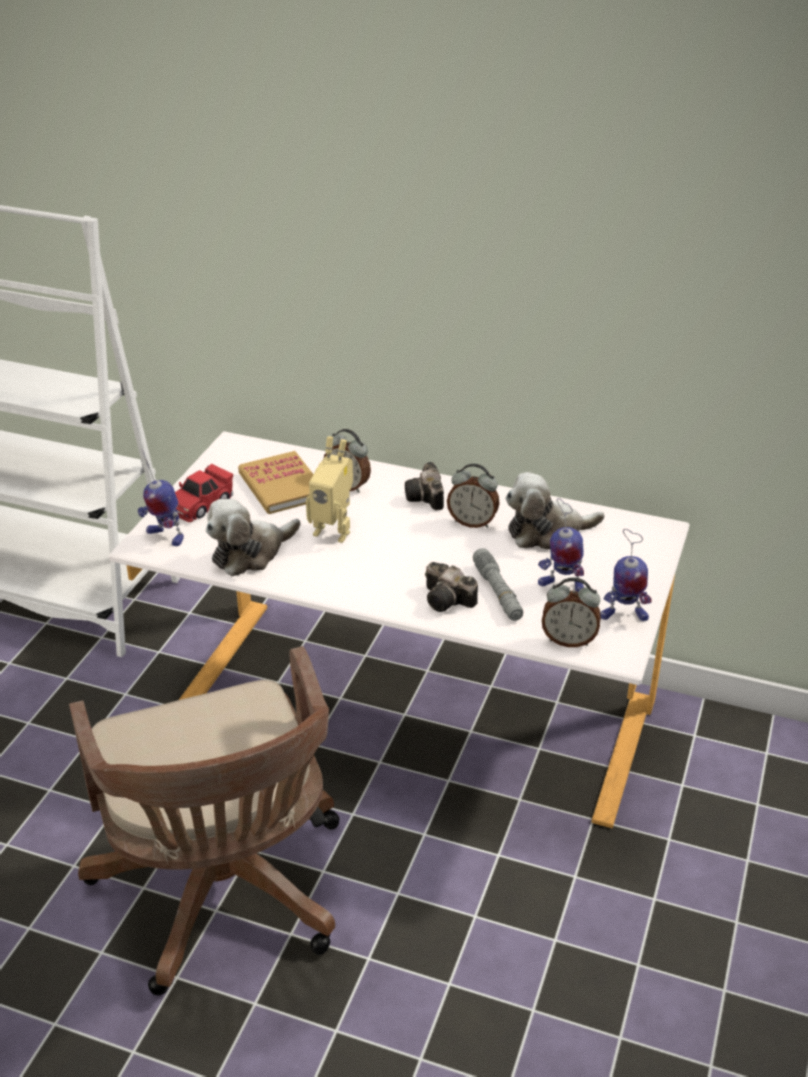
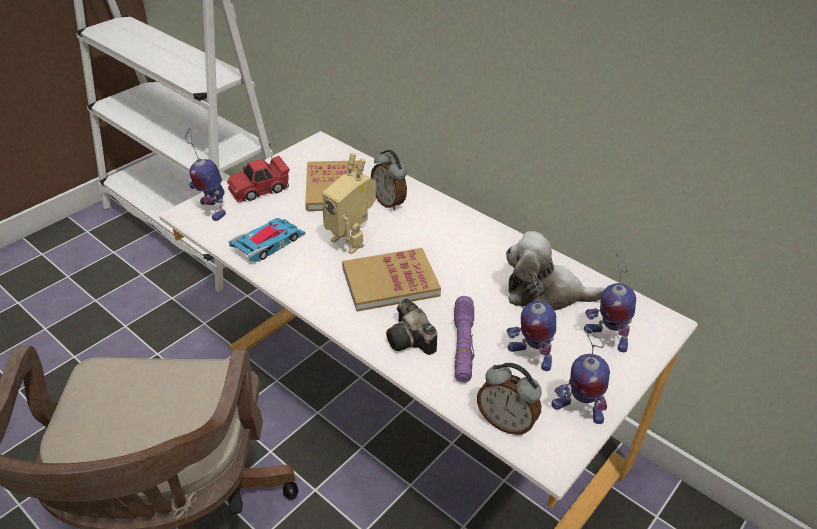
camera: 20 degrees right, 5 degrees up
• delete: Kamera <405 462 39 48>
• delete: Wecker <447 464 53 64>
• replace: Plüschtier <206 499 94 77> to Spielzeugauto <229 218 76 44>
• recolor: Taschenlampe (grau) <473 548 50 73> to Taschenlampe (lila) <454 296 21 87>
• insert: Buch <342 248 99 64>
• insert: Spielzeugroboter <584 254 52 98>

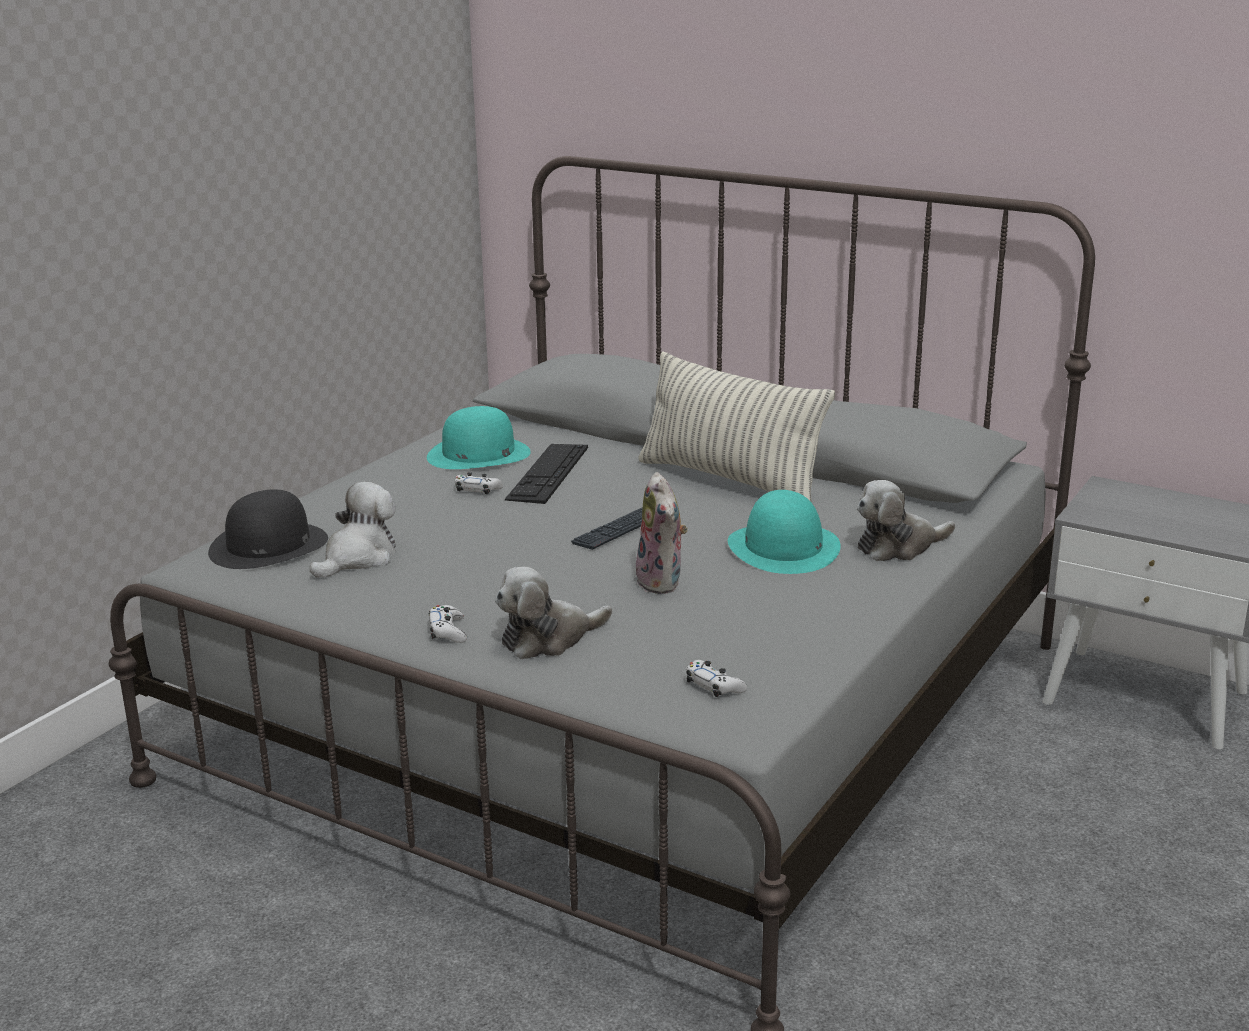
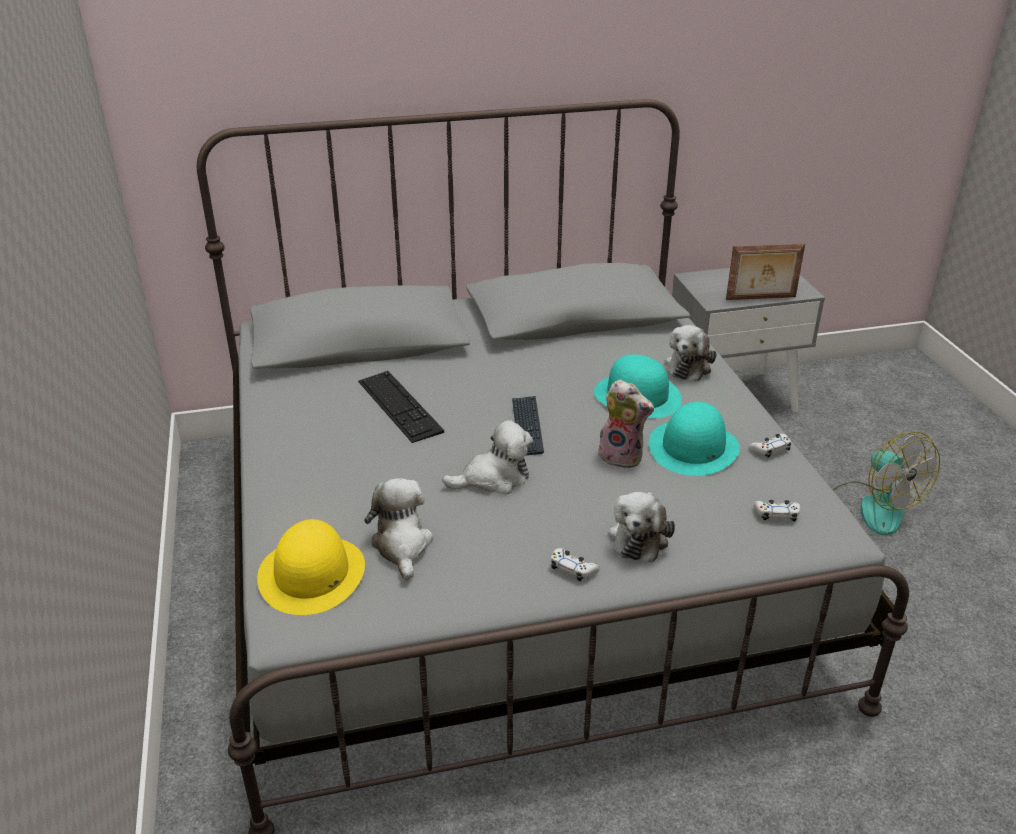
camera: 45 degrees left, 10 degrees up
• delete: Kissen <638 351 197 152>
• move: Hut (türkis) <427 406 104 63> to <649 402 91 74>
• move: Gamepad (weiß) <455 472 48 22> to <748 434 43 24>
• recolor: Hut (schwarz) <208 489 120 80> to Hut (gelb) <257 519 108 96>
• insert: Bilderrahmen <726 243 79 57>
• insert: Plüschtier <442 419 91 76>
• insert: Ventilator <833 432 107 104>

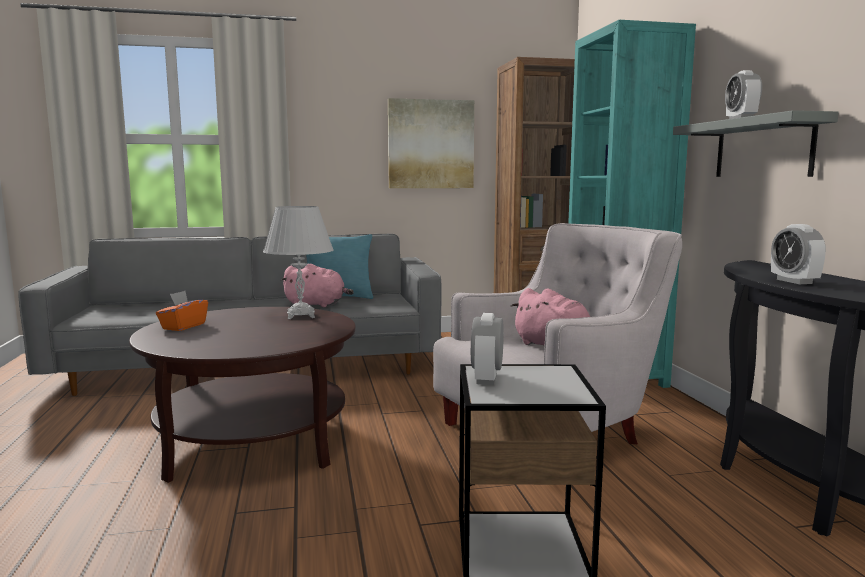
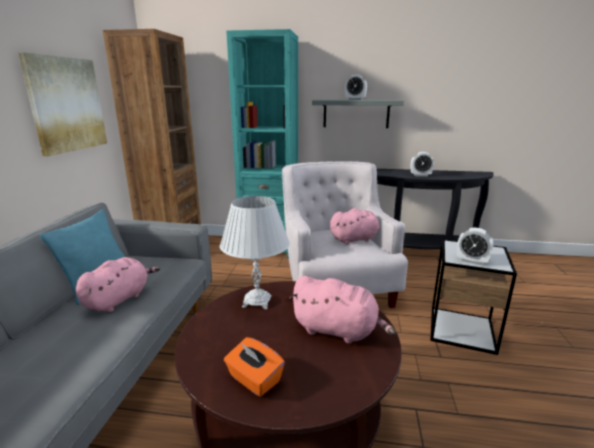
camera: 70 degrees left, 10 degrees up
• insert: Plüschtier (rosa) <290 276 106 68>

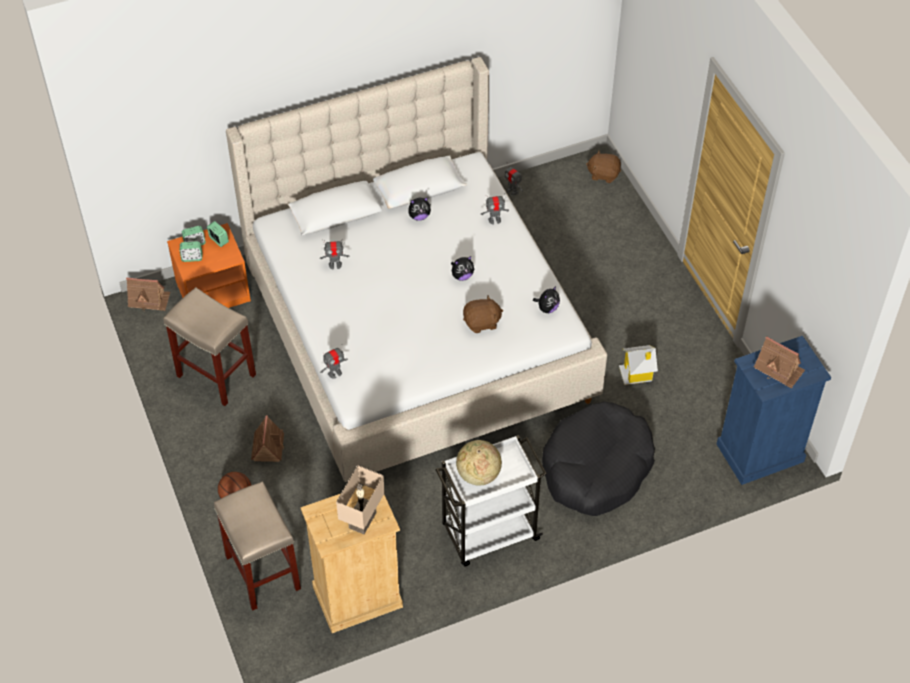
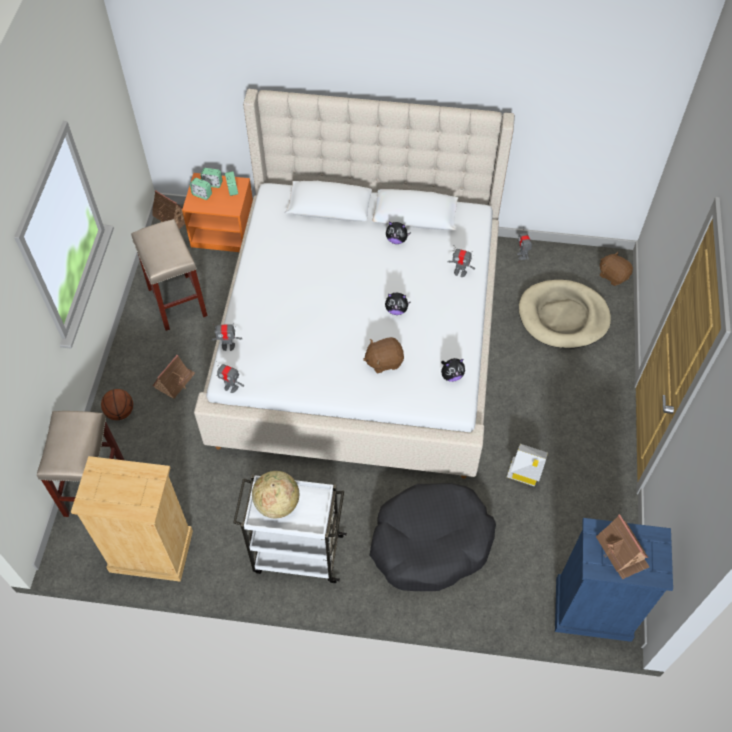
camera: 30 degrees right, 5 degrees up
• move: Spielzeugroboter <320 239 29 30> to <216 361 28 32>
• rotate: Plüschtier (braun) <463 295 40 38> = <363 337 41 36> 150 degrees clockwise
• delete: Tischlampe (beige) <336 465 49 69>
• insert: Hundebett (beige) <519 280 92 69>

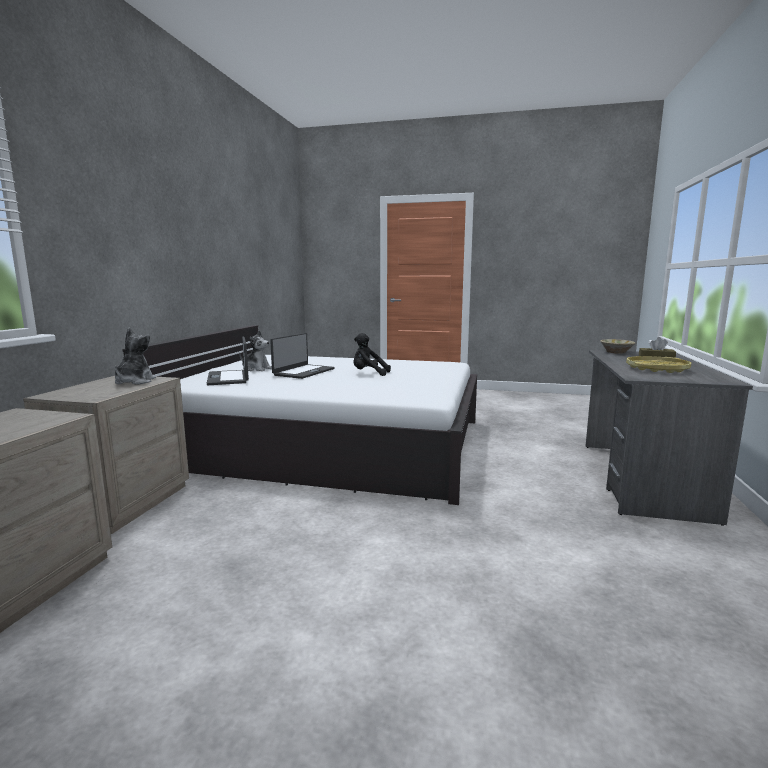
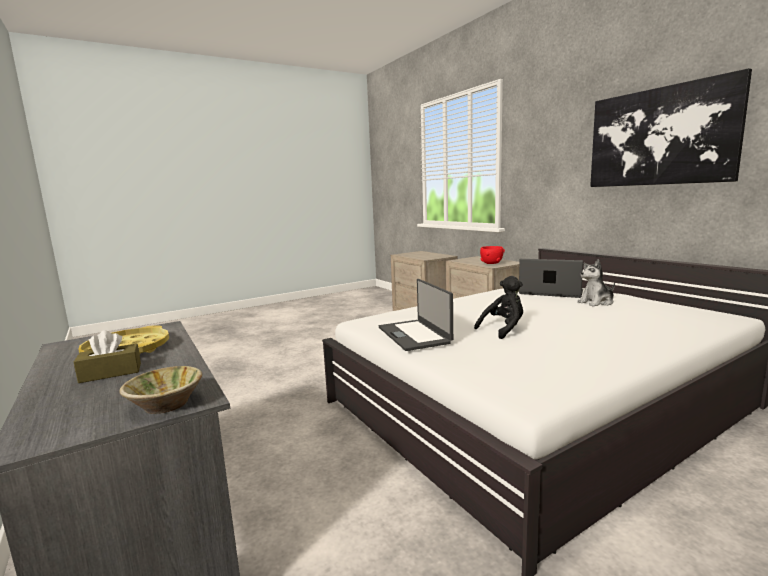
camera: 135 degrees right, 0 degrees up
• replace: Plüschtier <115 328 41 57> to Schüssel (rot) <480 246 25 18>
• move: Laptop <270 333 65 46> to <379 279 74 72>
• insert: Bild <590 68 162 119>

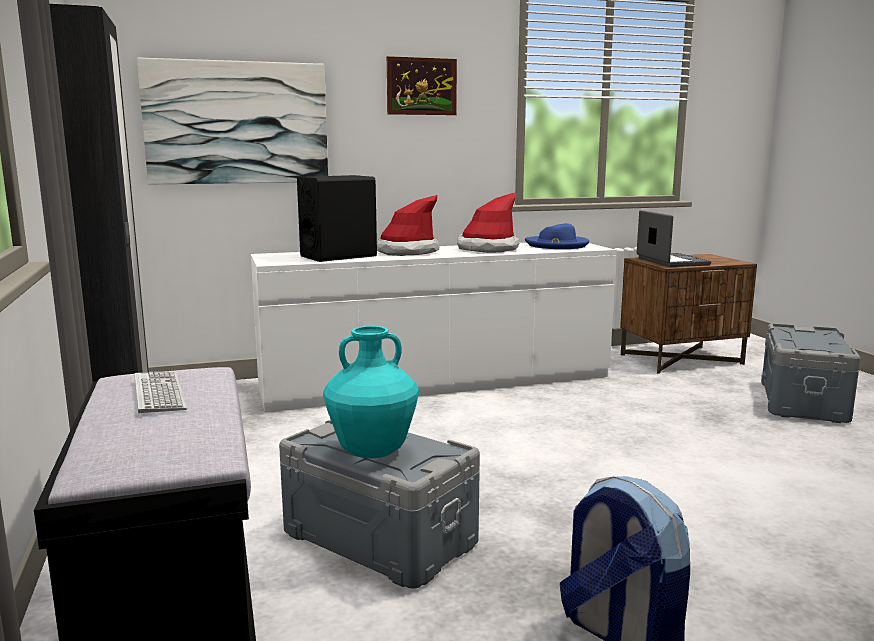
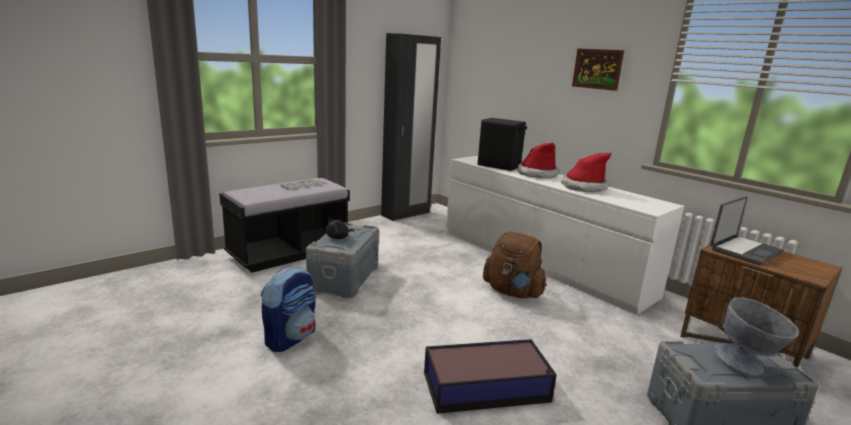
camera: 65 degrees right, 5 degrees up
• delete: Bild <137 57 191 128>
• delete: Hut (blau) <525 223 64 26>
• replace: Vase (türkis) <323 326 96 132> to Plüschtier (schwarz) <325 218 29 21>
• insert: Rucksack (braun) <483 232 64 66>
• insert: Schüssel (grau) <714 297 85 79>
• insert: Aufbewahrungsbox <424 339 133 75>

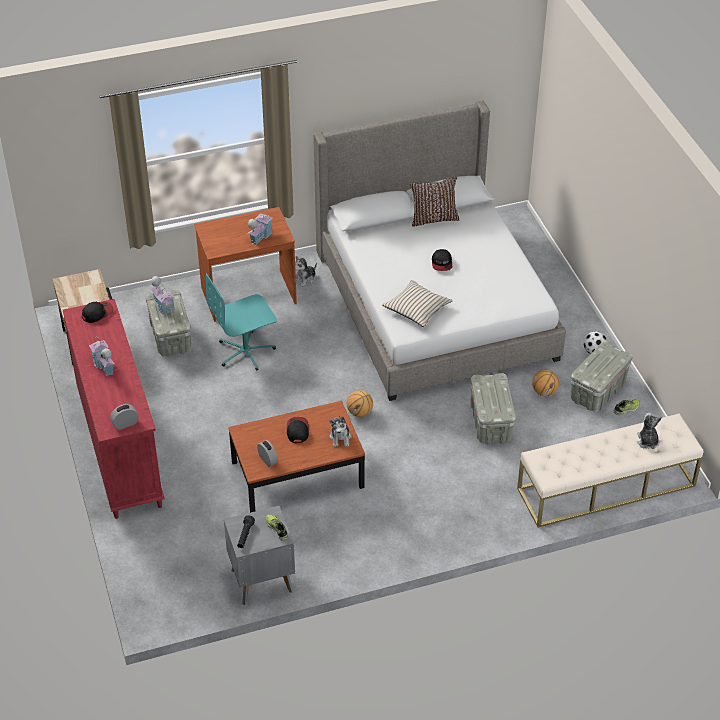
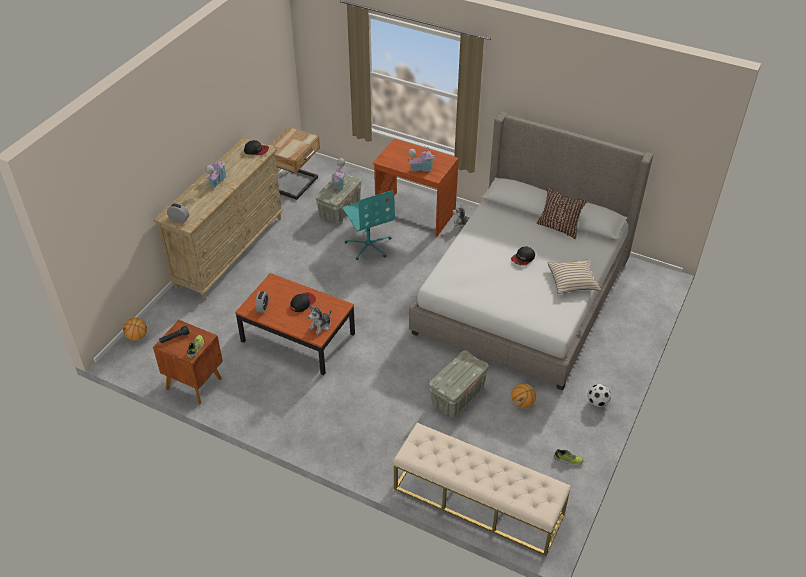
camera: 45 degrees right, 0 degrees up
• rotate: Bürostuhl (türkis) <206 273 71 98> = <343 190 52 70> 135 degrees counterclockwise
• move: Kissen (beige) <382 280 70 47> to <547 259 54 35>
• recolor: Kommode (rot) <63 299 102 220> to Kommode (beige) <154 138 129 162>
• delete: Aufbewahrungsbox (grau) <571 342 61 70>
• move: Basketball <347 390 26 27> to <123 318 24 23>
• delete: Plüschtier <637 413 25 36>
• recolor: Nachttisch (grau) <224 506 71 99> to Nachttisch (braun) <153 320 70 84>

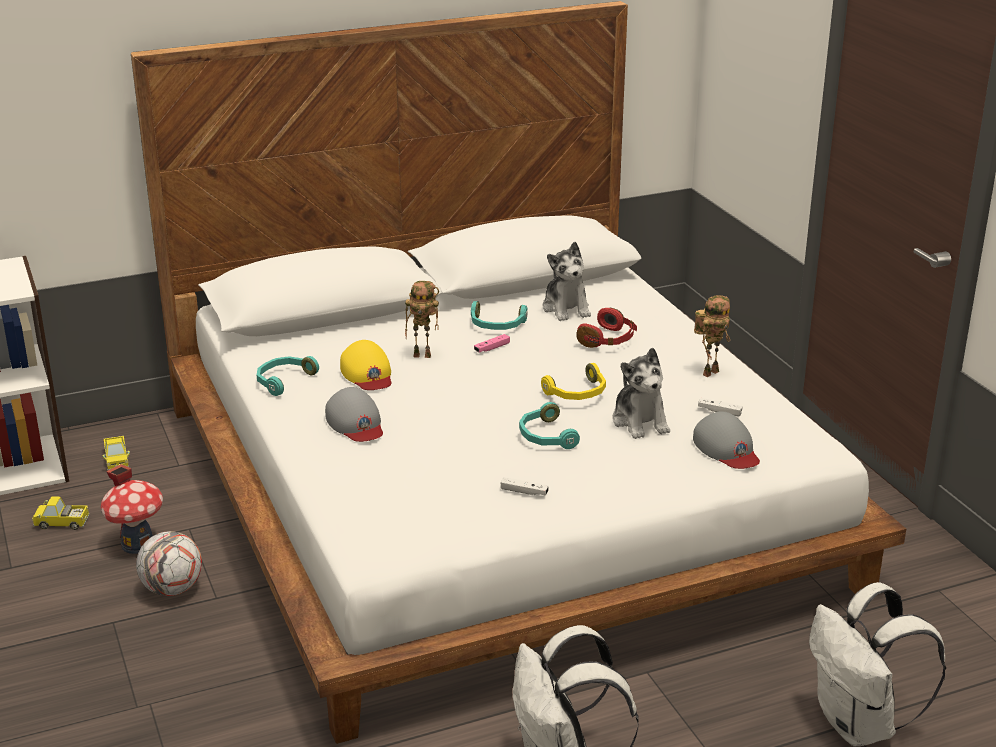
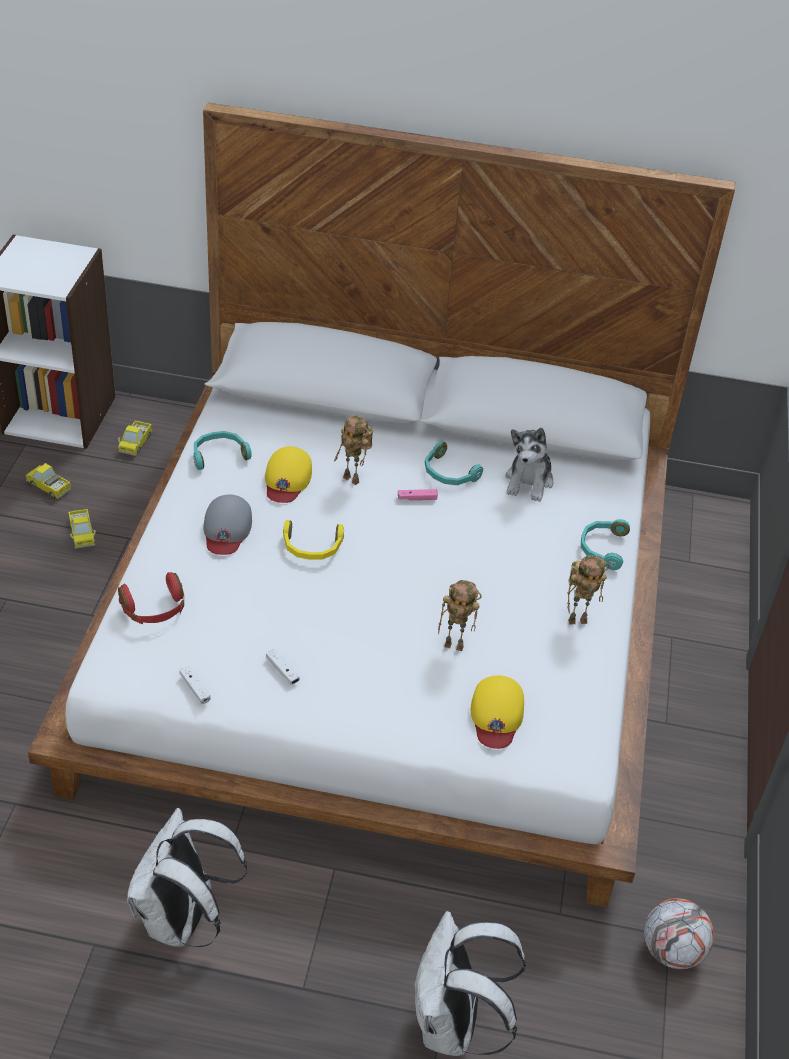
camera: 30 degrees right, 15 degrees up
• move: Kopfhörer (rot) <576 308 61 40> to <118 572 66 52>
• replace: Plüschtier <612 348 58 91> to Spielzeugroboter <438 580 44 71>
• move: Kopfhörer (gelb) <541 363 65 37> to <283 520 61 40>
• move: Gamepad (weiß) <698 398 45 18> to <179 666 31 38>
• move: Kopfhörer (türkis) <519 402 61 47> to <581 519 49 51>
• recolor: Kappe (grau) <693 411 67 58> to Kappe (gelb) <471 675 53 74>
• replace: Spielzeughaus <101 464 62 90> to Spielzeuglaster <68 509 28 40>
• move: Fußball <136 531 66 65> to <644 898 70 71>

